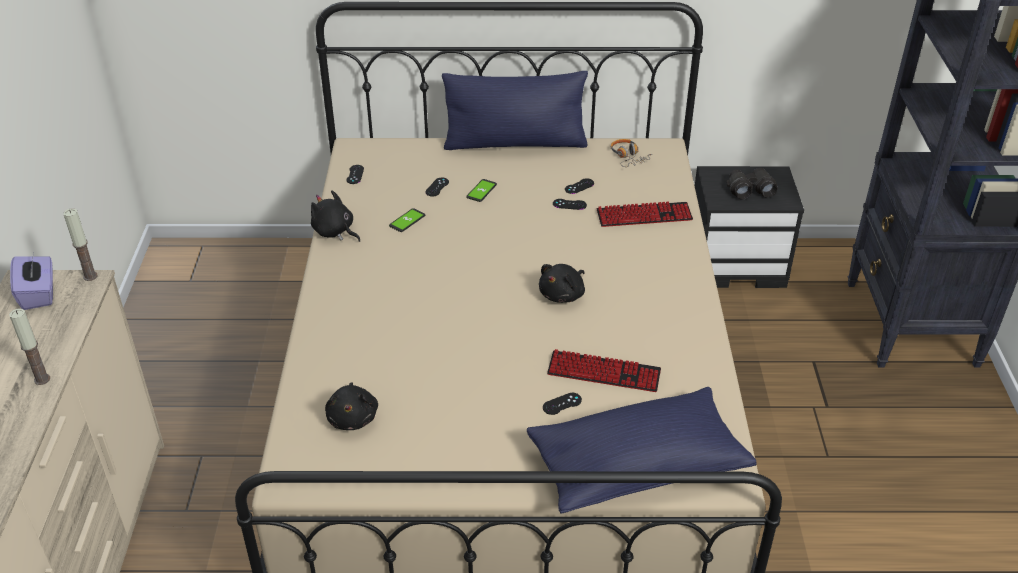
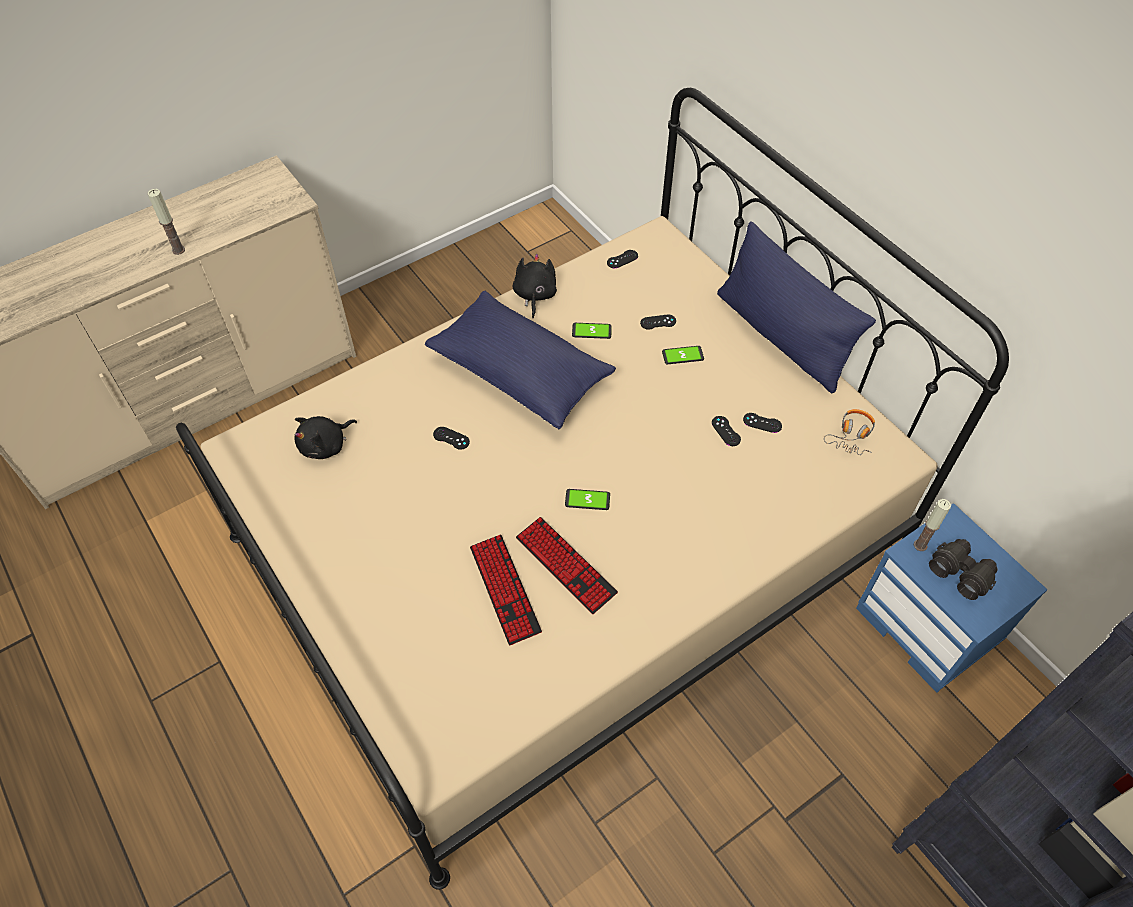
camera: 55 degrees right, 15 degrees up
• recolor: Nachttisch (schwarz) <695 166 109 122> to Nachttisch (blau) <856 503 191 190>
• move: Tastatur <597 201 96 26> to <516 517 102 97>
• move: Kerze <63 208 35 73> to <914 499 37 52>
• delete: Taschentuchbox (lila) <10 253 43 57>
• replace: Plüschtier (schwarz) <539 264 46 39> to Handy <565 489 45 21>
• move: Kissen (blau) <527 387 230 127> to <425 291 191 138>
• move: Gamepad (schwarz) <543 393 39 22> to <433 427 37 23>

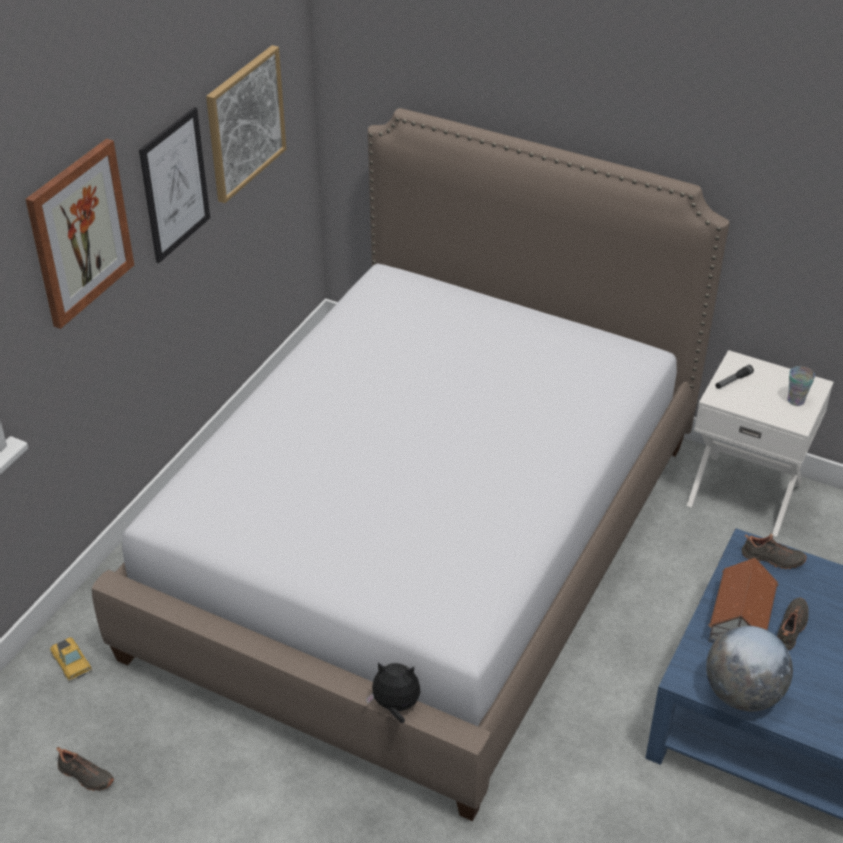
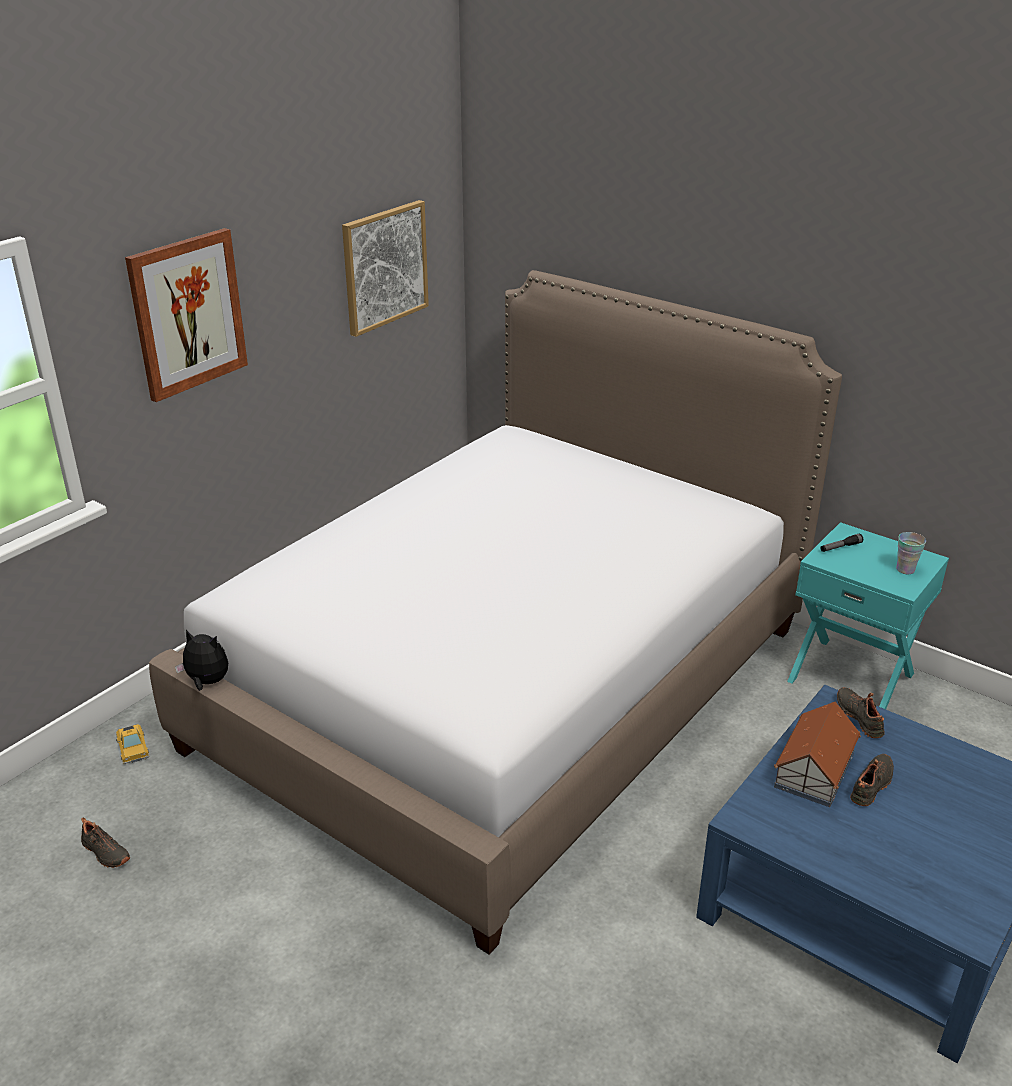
camera: 10 degrees right, 10 degrees down
• delete: Bild <139 107 71 156>
• recolor: Nachttisch (weiß) <687 350 147 187> to Nachttisch (türkis) <787 522 162 187>
• rotate: Schuh (schwarz) <742 534 65 35> = <837 687 48 51> 135 degrees counterclockwise
• delete: Globus <706 626 87 85>
• move: Plüschtier <366 662 54 61> to <175 630 53 61>

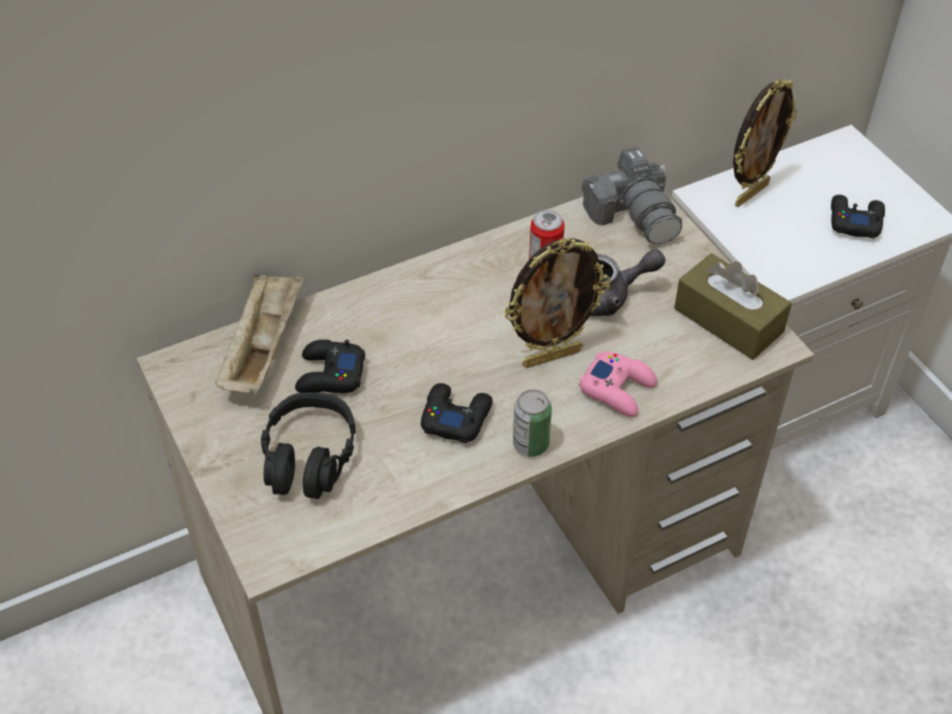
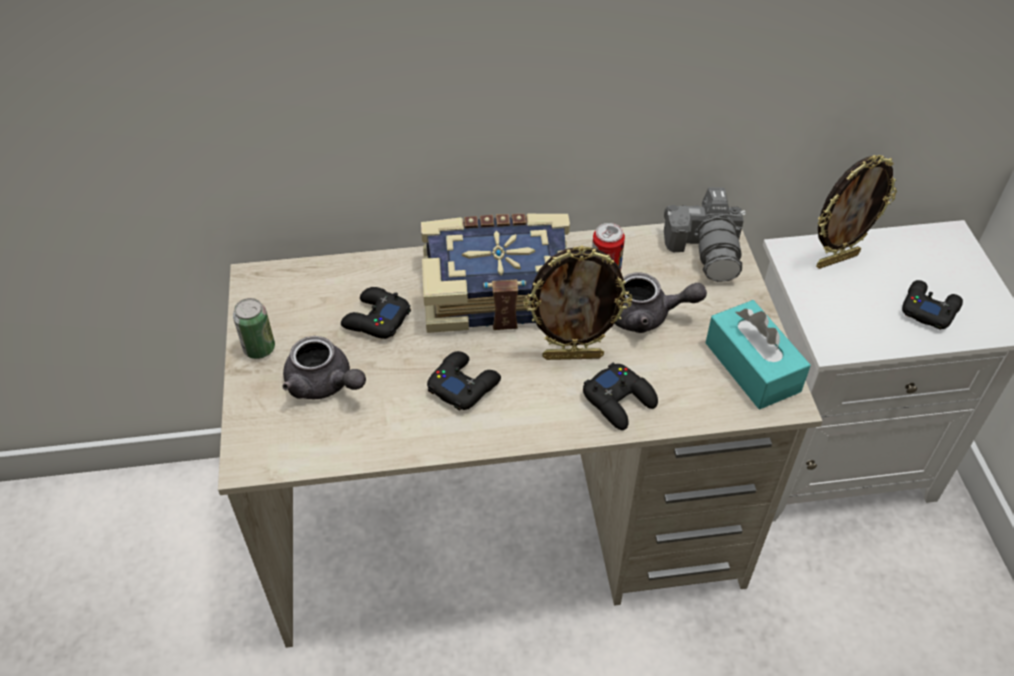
camera: 20 degrees right, 0 degrees up
• recolor: Taschentuchbox (braun) <674 253 118 107> to Taschentuchbox (türkis) <706 300 105 109>
• delete: Tablett (beige) <215 273 89 122>
• recolor: Gamepad (rosa) <579 351 78 66> to Gamepad (schwarz) <583 362 75 68>
• move: Dose <513 389 39 68> to <233 298 42 61>
• replace: Kopfhörer (schwarz) <261 392 95 107> to Teekanne (grau) <282 336 84 63>
• insert: Buch <421 214 149 119>

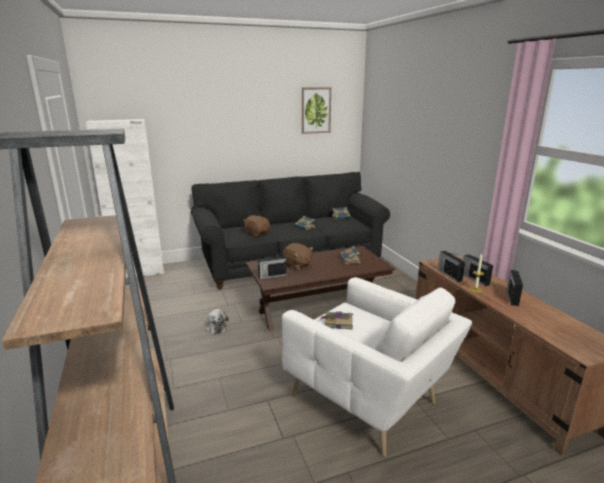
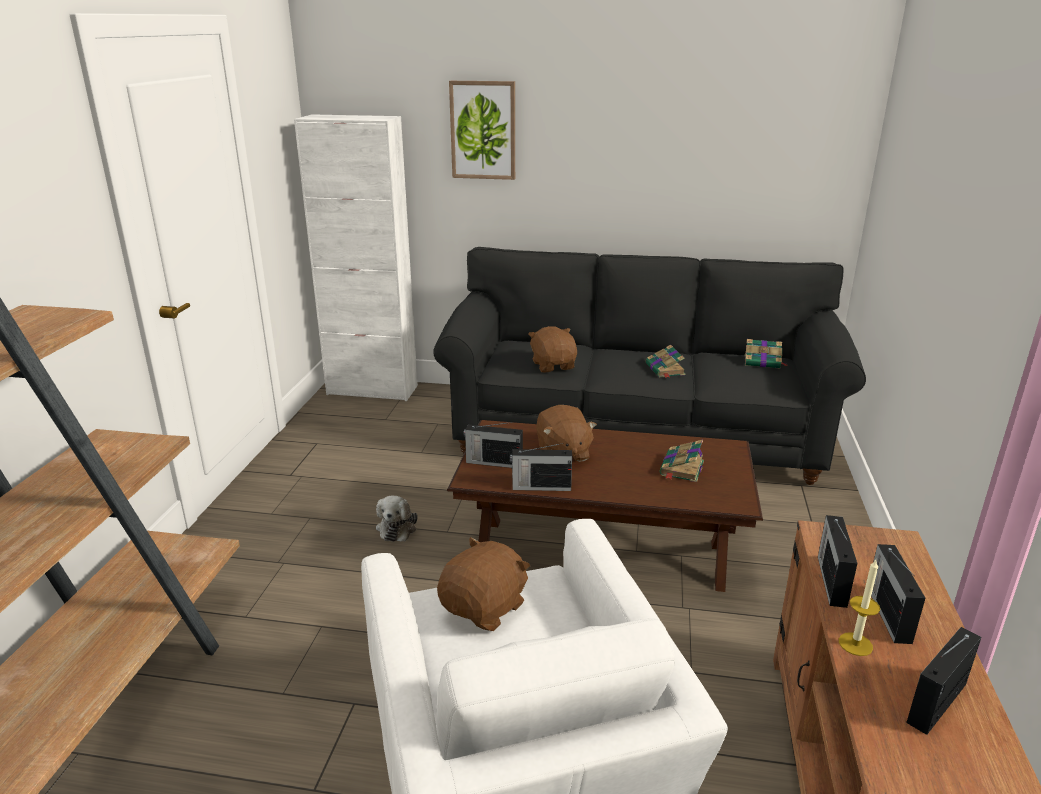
camera: 30 degrees right, 5 degrees up
• move: Bild <302 87 29 47> to <449 81 66 99>
• replace: Buch <320 311 33 19> to Plüschtier (braun) <437 537 93 94>
• insert: Radio <510 443 62 48>

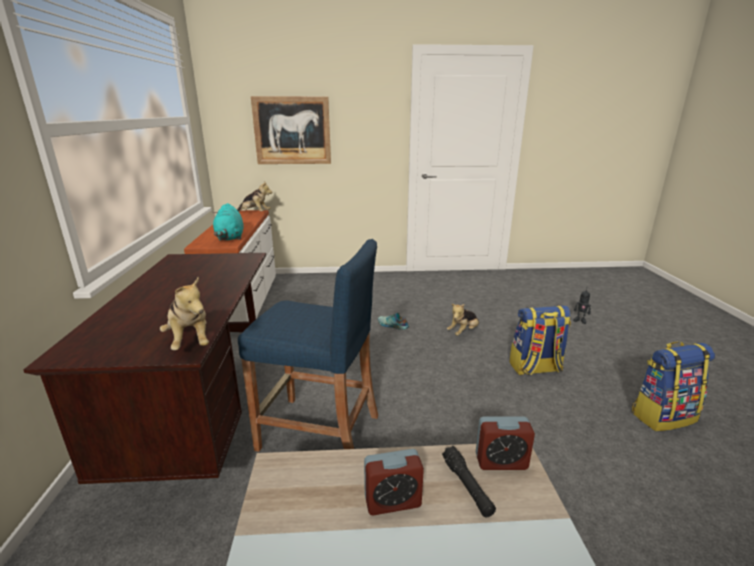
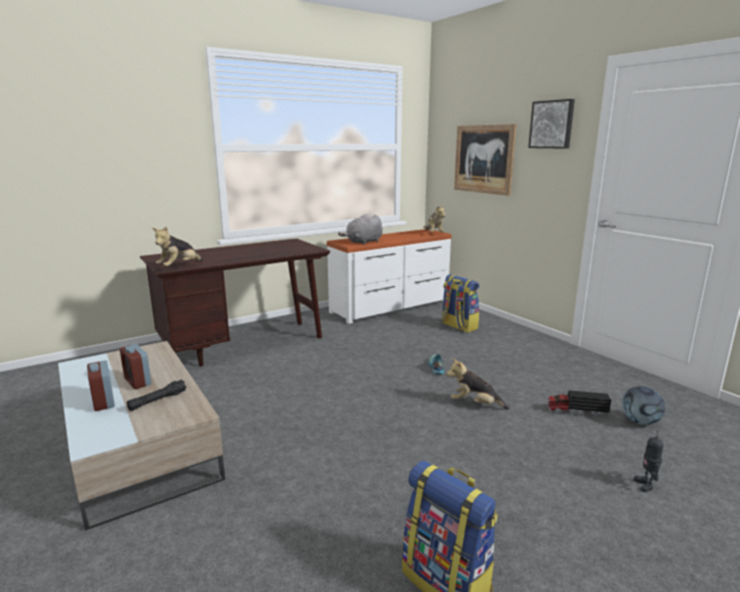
camera: 60 degrees right, 5 degrees down
• recolor: Plüschtier (türkis) <213 203 31 38> to Plüschtier (grau) <338 214 45 31>
• delete: Hocker (blau) <238 239 140 213>
• move: Rucksack <510 306 61 69> to <441 274 38 59>
• move: Wecker <476 416 59 54> to <87 360 28 51>
• insert: Bild <528 99 47 50>
• insert: Fußball <622 386 43 39>
• insert: Spielzeuglaster <547 390 64 28>

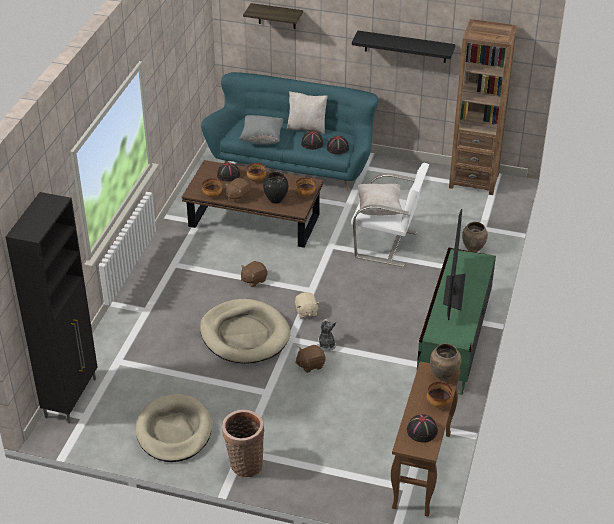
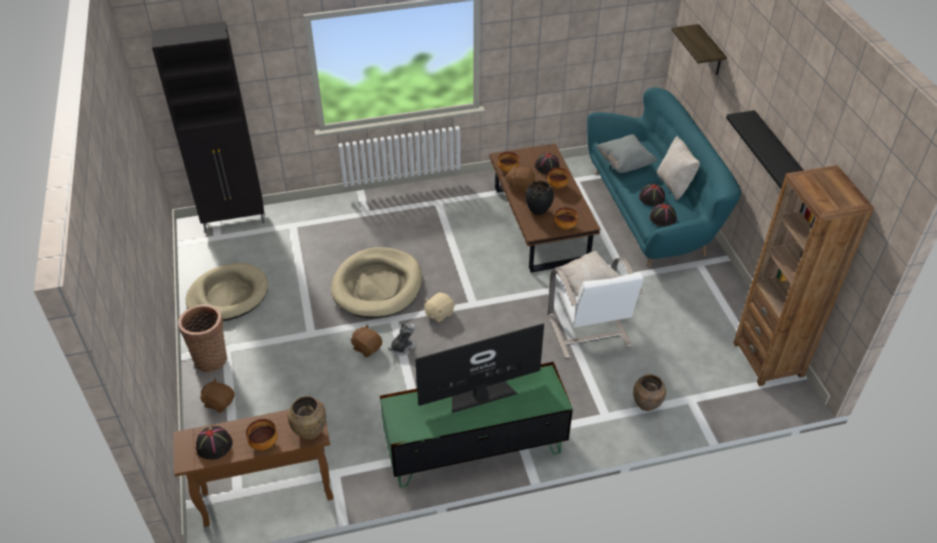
camera: 60 degrees right, 5 degrees up
• move: Plüschtier (braun) <241 261 27 26> to <200 378 35 35>

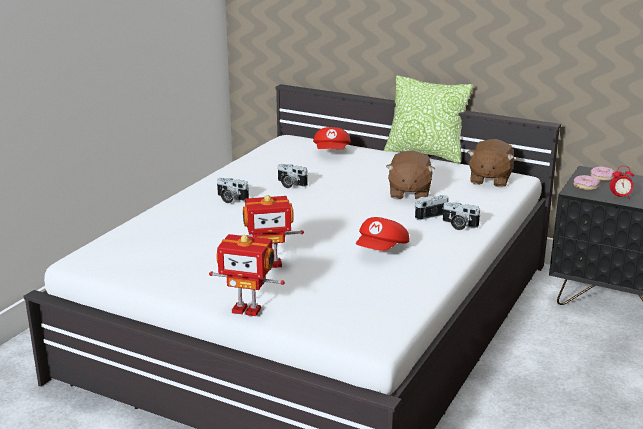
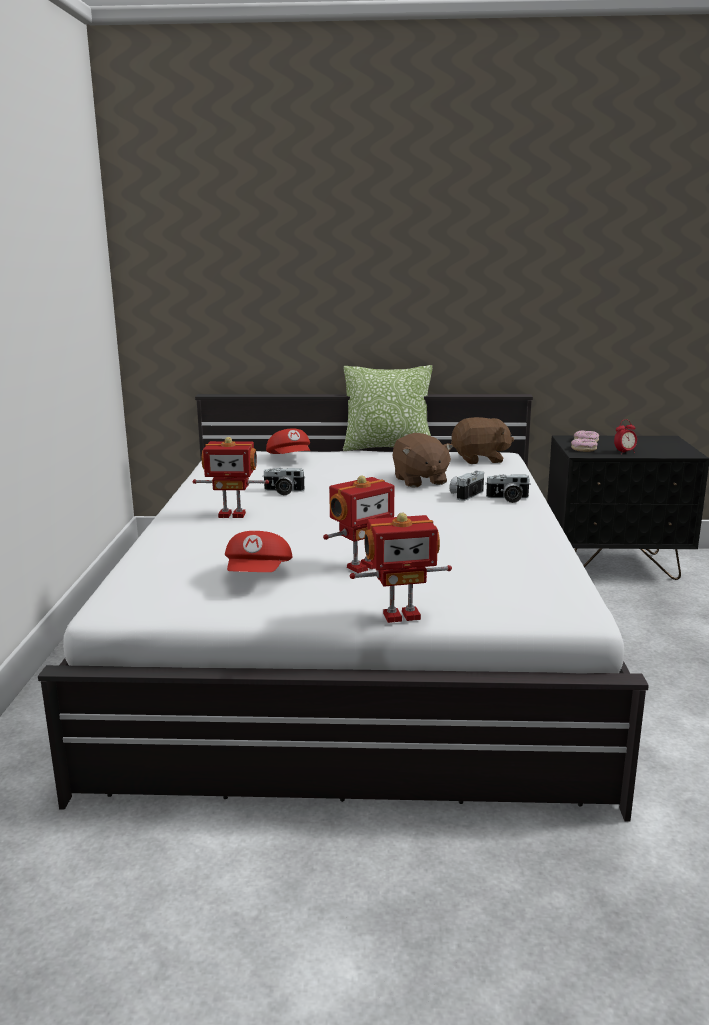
camera: 25 degrees left, 5 degrees down
• rotate: Plüschtier (braun) <467 139 47 48> = <451 417 63 47> 90 degrees counterclockwise
• replace: Kamera <217 178 32 25> to Spielzeugroboter <193 437 76 81>
• move: Kappe (rot) <356 217 53 34> to <225 531 67 41>

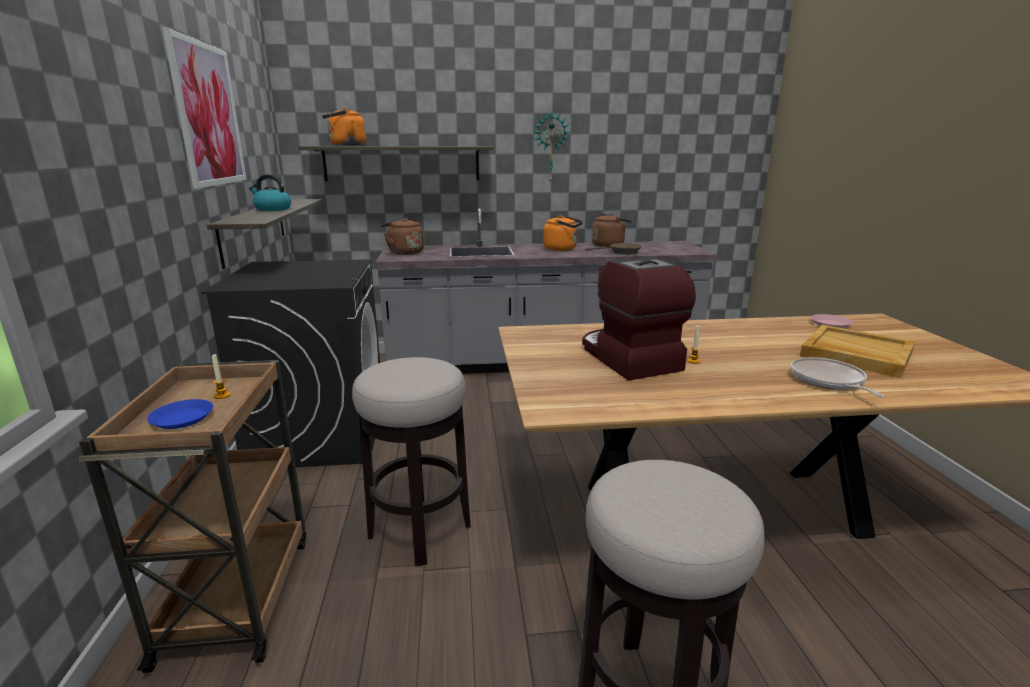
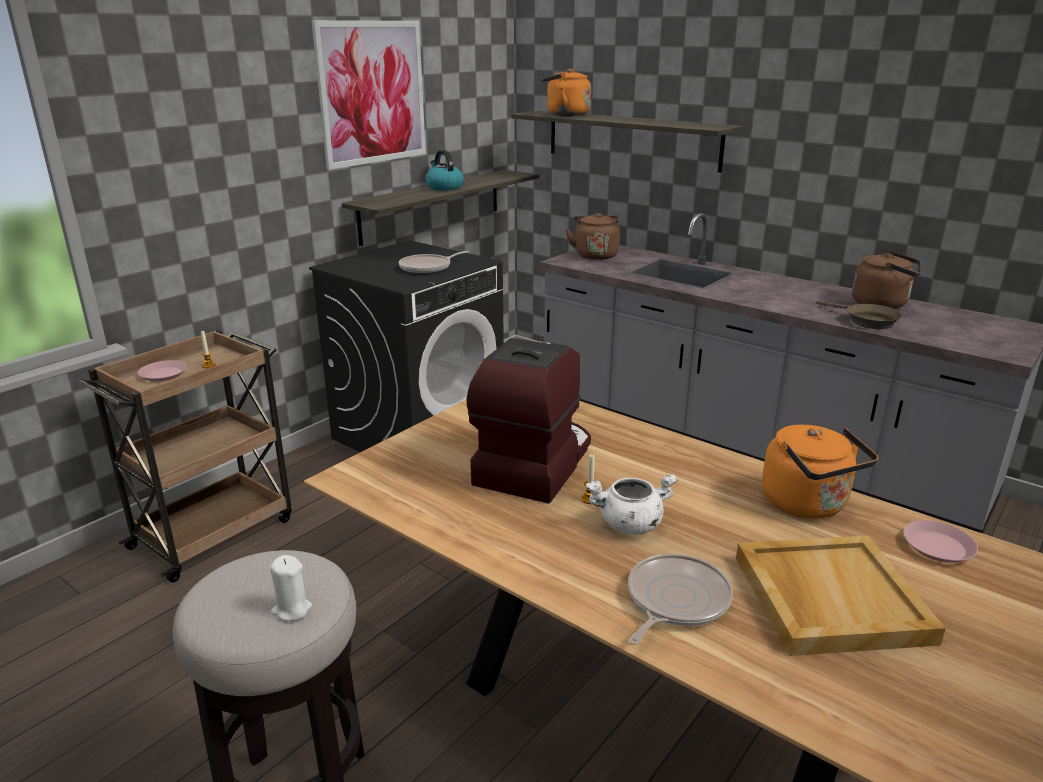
camera: 45 degrees right, 5 degrees up
• delete: Wanduhr <534 112 36 72>
• move: Wasserkessel (orange) <543 215 40 36> to <762 425 116 93>
• delete: Hocker <352 357 119 209>
• recolor: Teller (blau) <147 399 66 30> to Teller (rosa) <137 360 50 22>
• insert: Pfanne <399 251 69 23>
• insert: Kochtopf (weiß) <586 474 91 61>
• insert: Kerze (weiß) <270 555 42 66>

